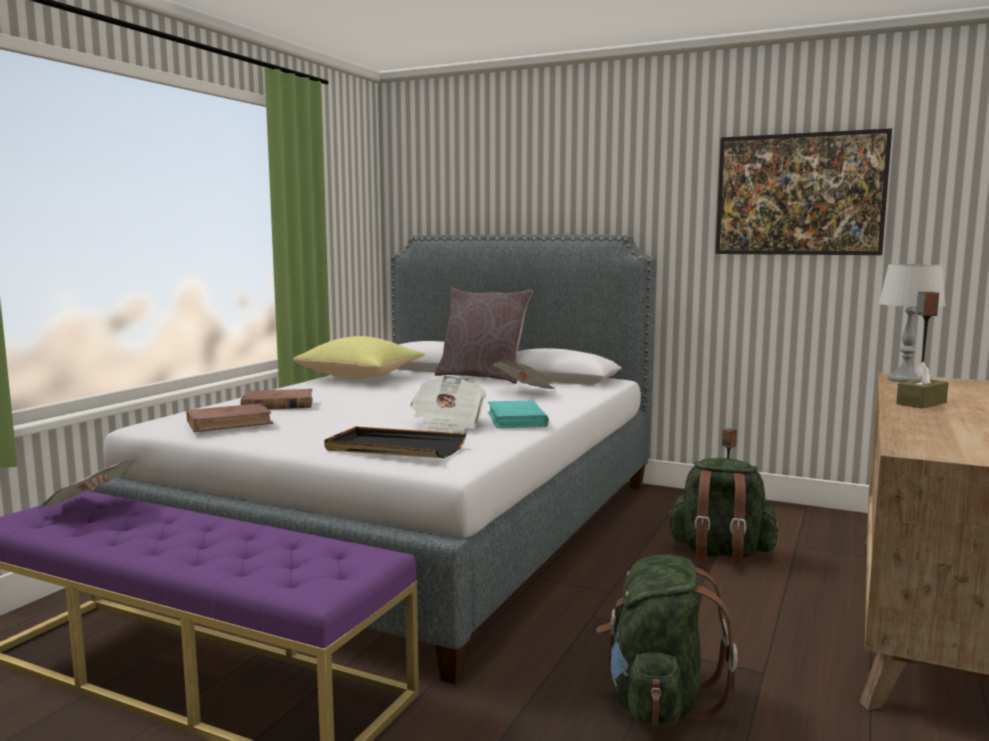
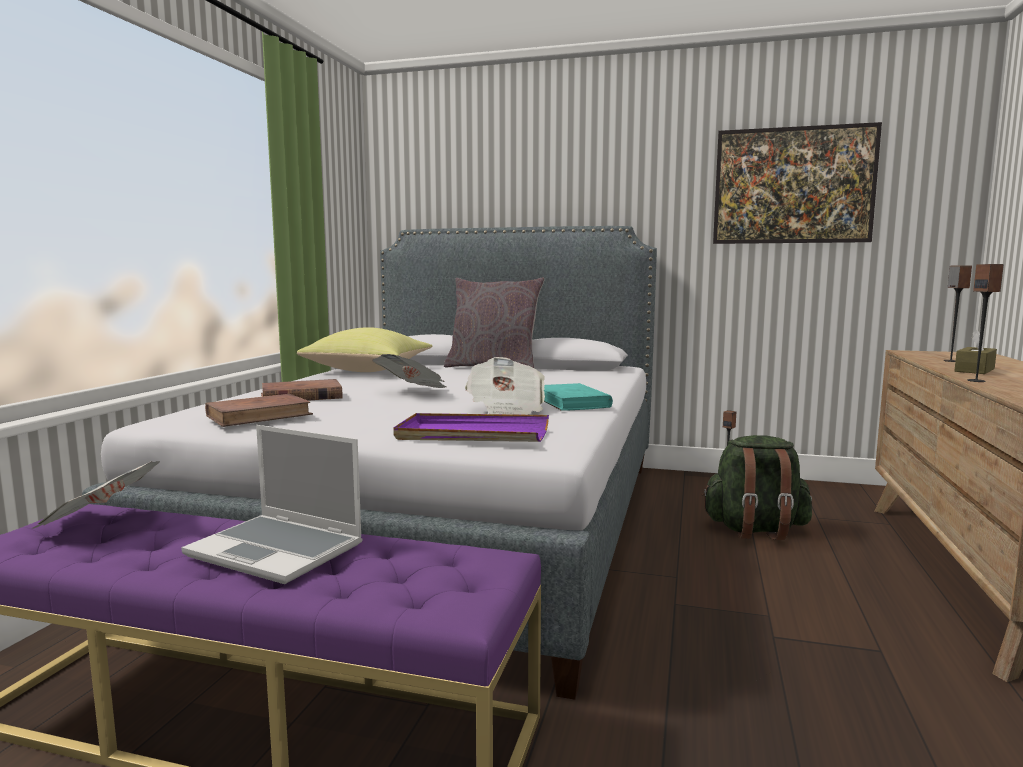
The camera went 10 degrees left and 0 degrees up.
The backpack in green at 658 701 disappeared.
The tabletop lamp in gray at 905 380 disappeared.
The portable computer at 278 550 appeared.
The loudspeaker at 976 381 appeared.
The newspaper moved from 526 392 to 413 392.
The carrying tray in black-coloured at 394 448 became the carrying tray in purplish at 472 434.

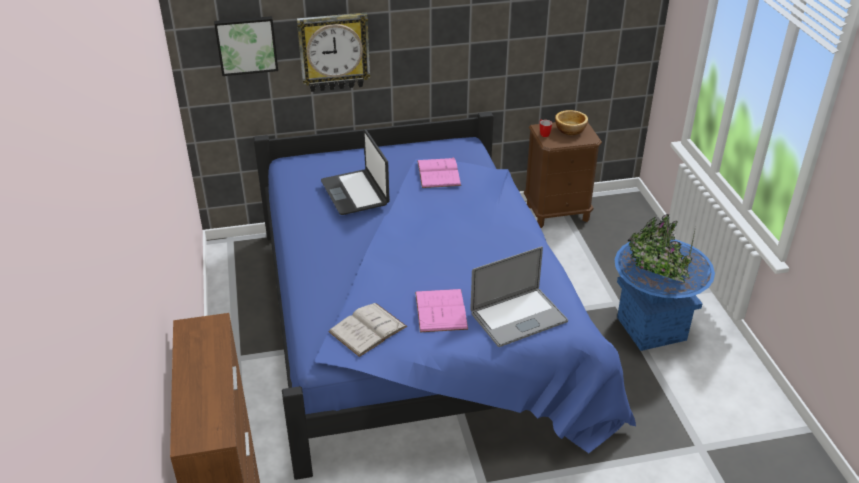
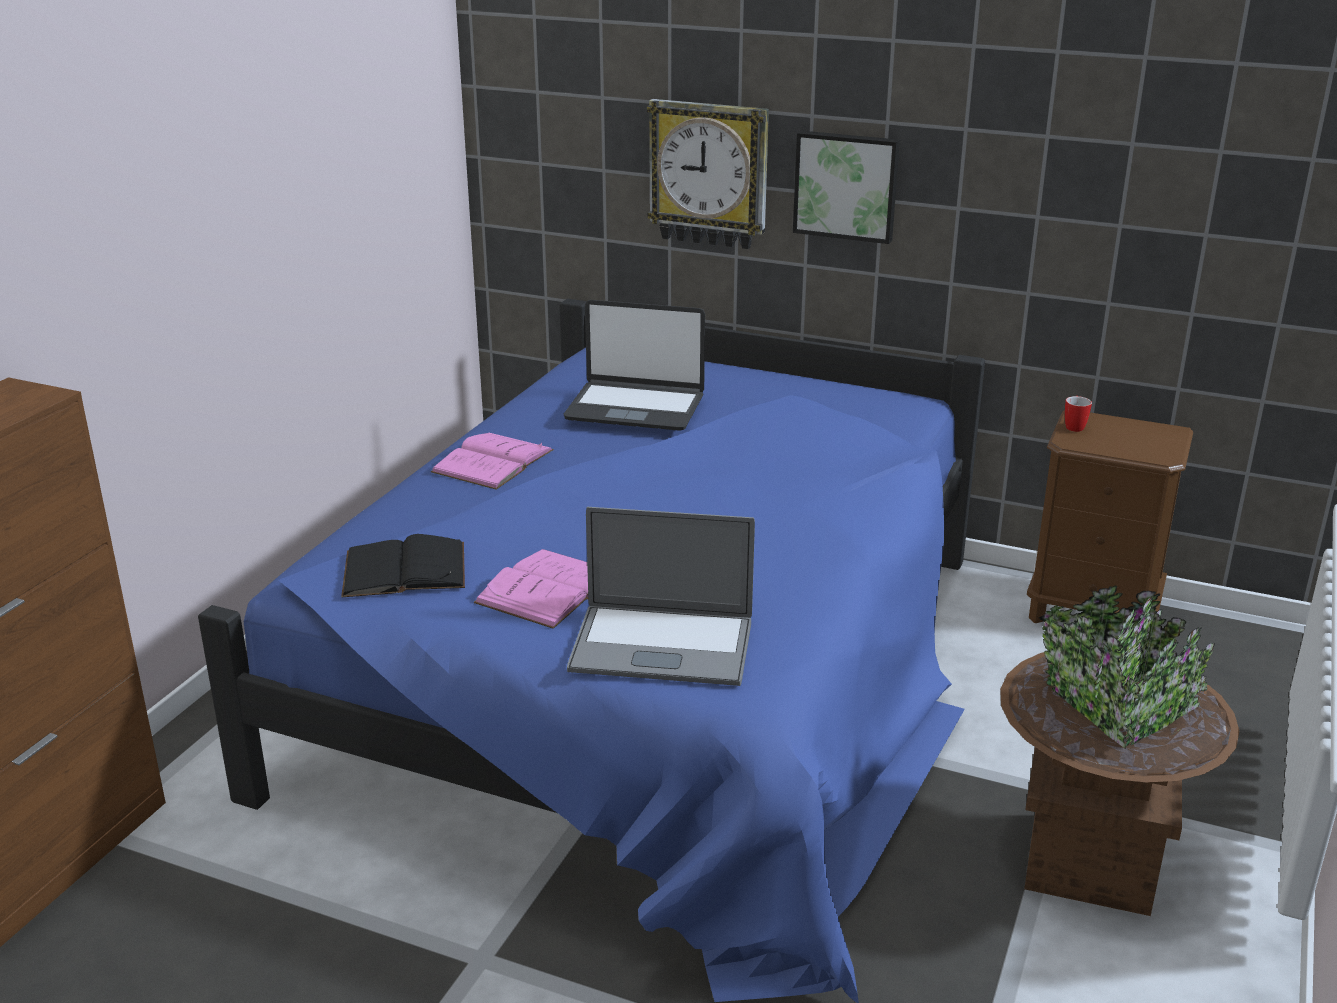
The camera went 35 degrees right and 10 degrees down.
The bowl at 570 130 disappeared.
The wall art moved from 246 45 to 846 185.
The book in pinkish moved from 438 173 to 493 461.
The book in whitish at 367 329 became the book in black-coloured at 404 569.
The plant pot in blue at 651 328 became the plant pot in brown at 1090 862.
The portable computer at 355 193 turned 90 degrees counterclockwise.

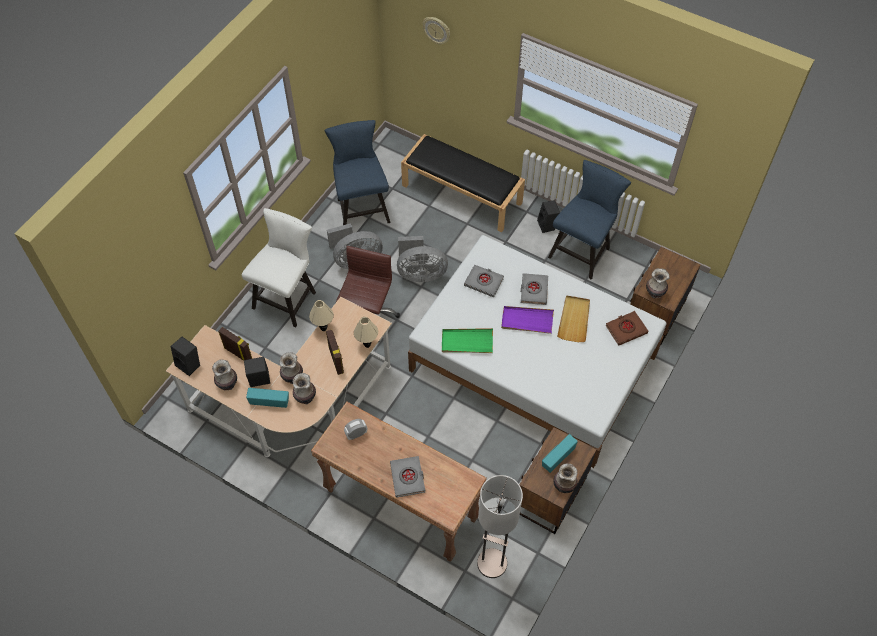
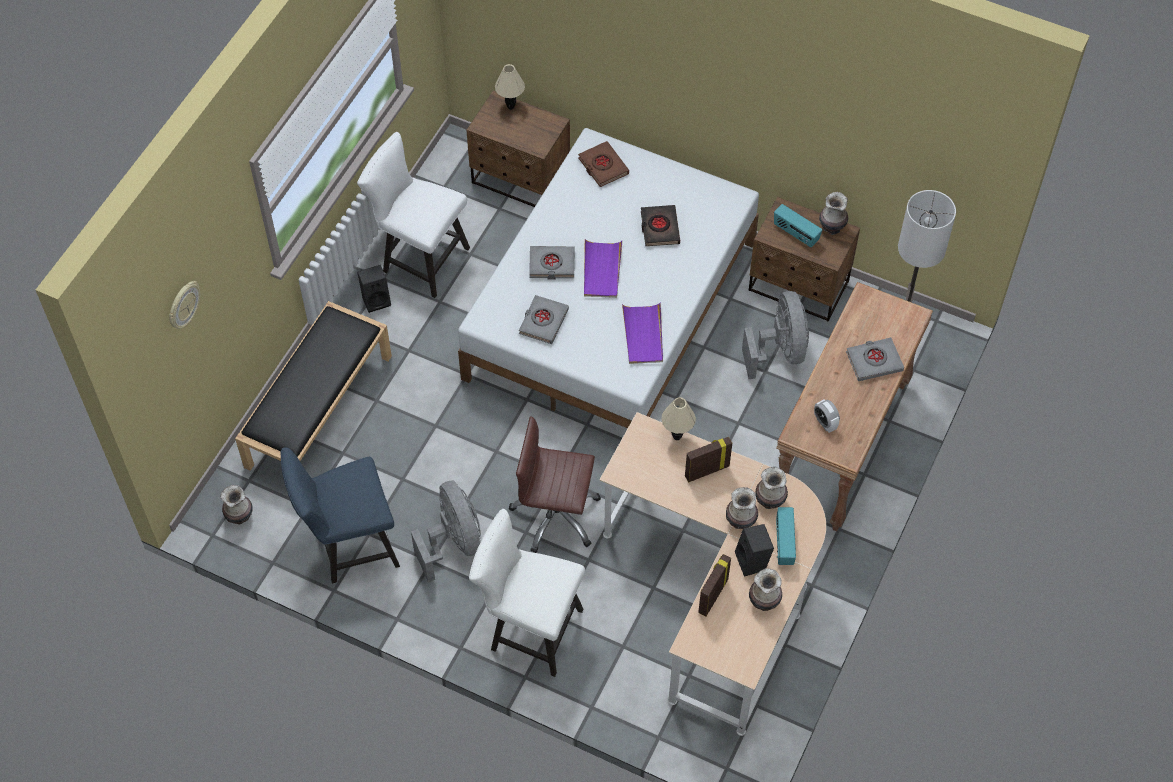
The camera went 95 degrees left and 0 degrees up.
The loudspeaker in black-coloured at 190 364 disappeared.
The carrying tray in sand-coloured at 574 320 disappeared.
The book in black-coloured at 659 228 appeared.
The tabletop lamp in sand-coloured moved from 324 328 to 510 106.
The electric fan in gray moved from 420 273 to 779 351.
The flower vase moved from 655 293 to 240 516.
The carrying tray in green at 467 342 became the carrying tray in purplish at 643 335.
The chair in blue at 582 250 became the chair in whitish at 420 258.

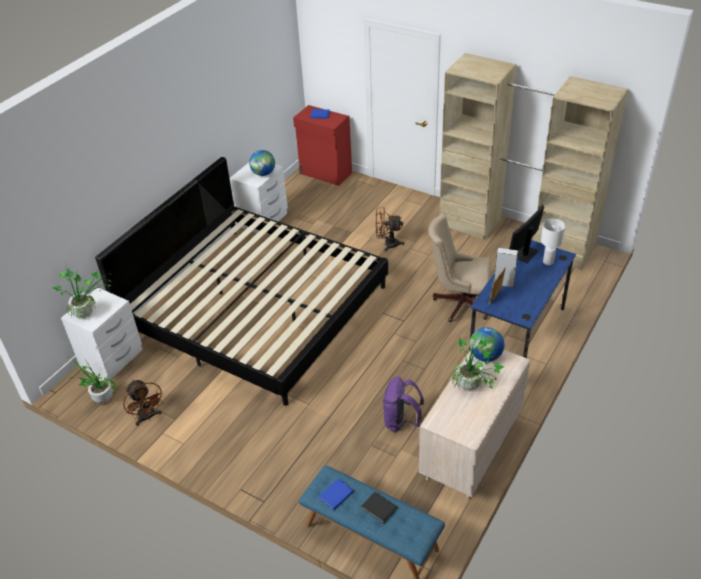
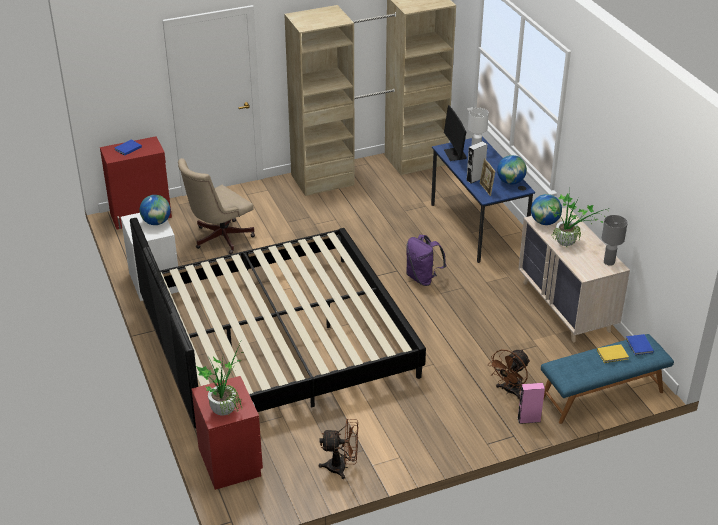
The camera went 55 degrees left and 5 degrees down.
The plant in a pot at 100 398 disappeared.
The world globe at 510 182 appeared.
The loudspeaker in pinkish at 529 419 appeared.
The tabletop lamp in gray at 608 262 appeared.
The book in blue moved from 335 495 to 639 346.
The electric fan in brown moved from 387 244 to 509 391.
The backpack in purplish moved from 401 421 to 423 278.
The computer chair in sand-coloured moved from 459 302 to 219 239.
The night table in whitish at 112 359 became the night table in reddish at 231 462.
The book in black-coloured at 379 509 became the book in yellow-coloured at 613 355.

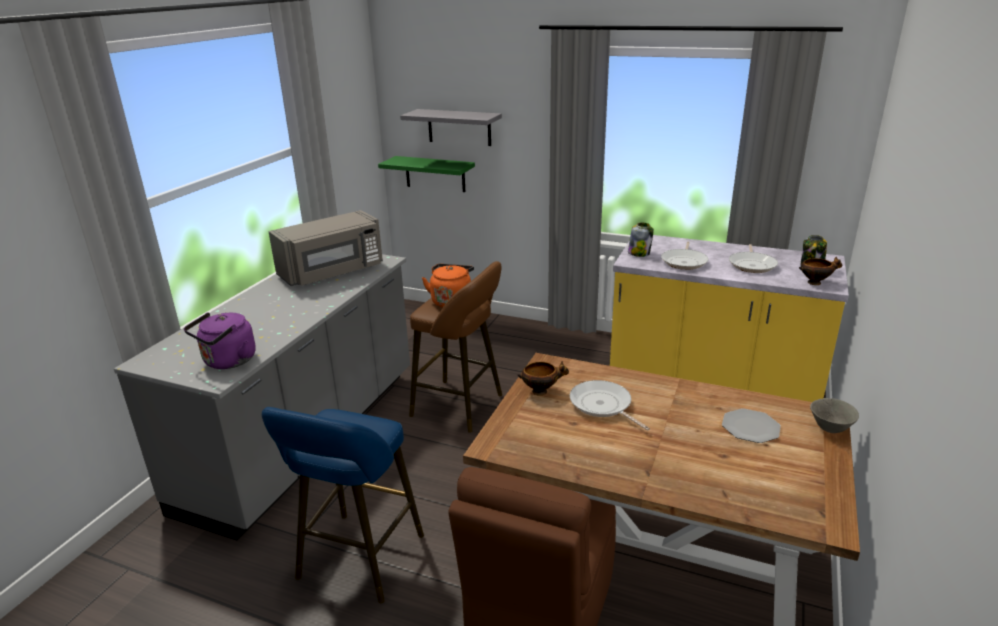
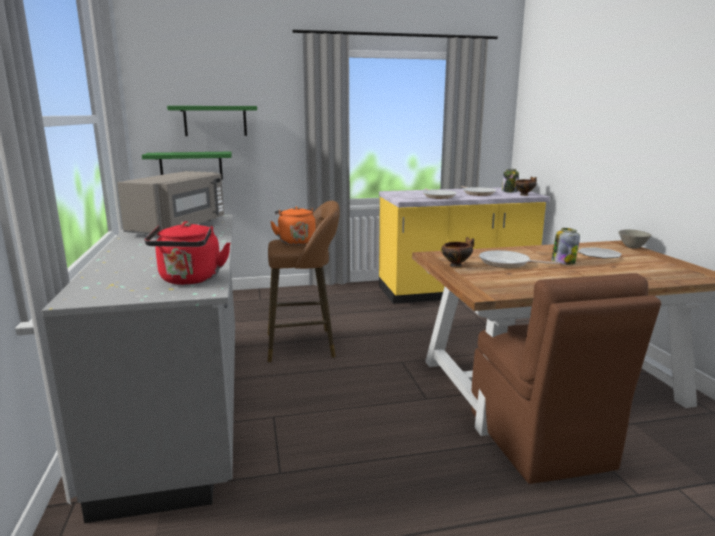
The camera went 35 degrees left and 10 degrees down.
The stool in blue at 357 561 disappeared.
The storage jar moved from 639 253 to 563 262.
The water kettle in purplish at 227 362 became the water kettle in reddish at 190 280.
The bracket shelf in gray at 459 127 became the bracket shelf in green at 215 121.

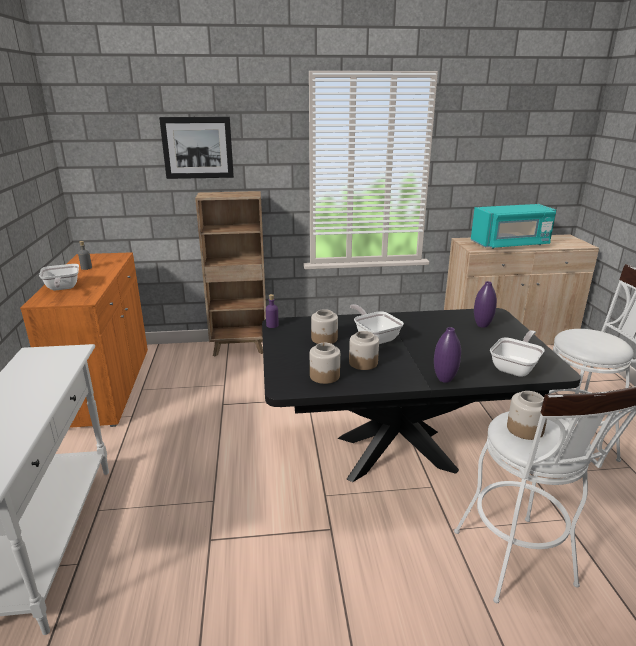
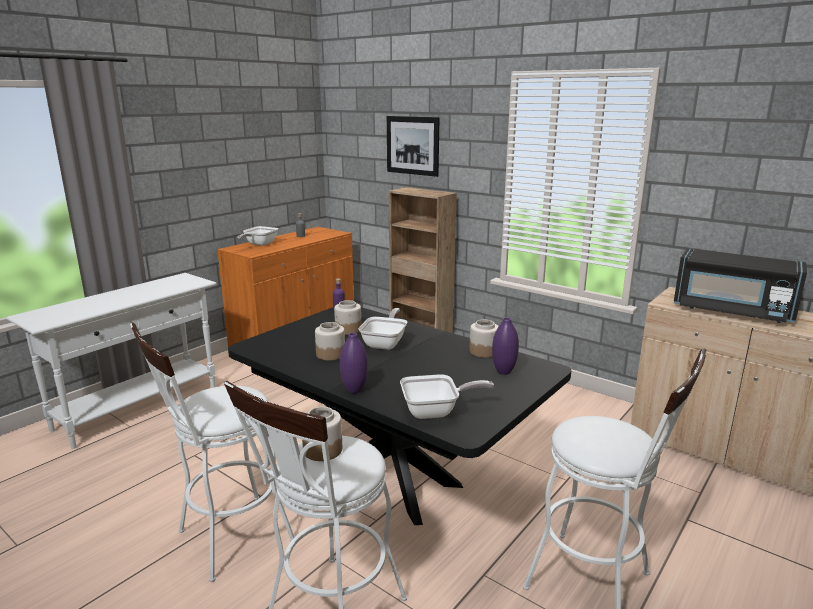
The camera went 45 degrees right and 5 degrees down.
The stool in whitish at 226 540 appeared.
The storage jar moved from 324 376 to 483 351.
The microwave in blue-green at 510 244 became the microwave in black-coloured at 732 311.

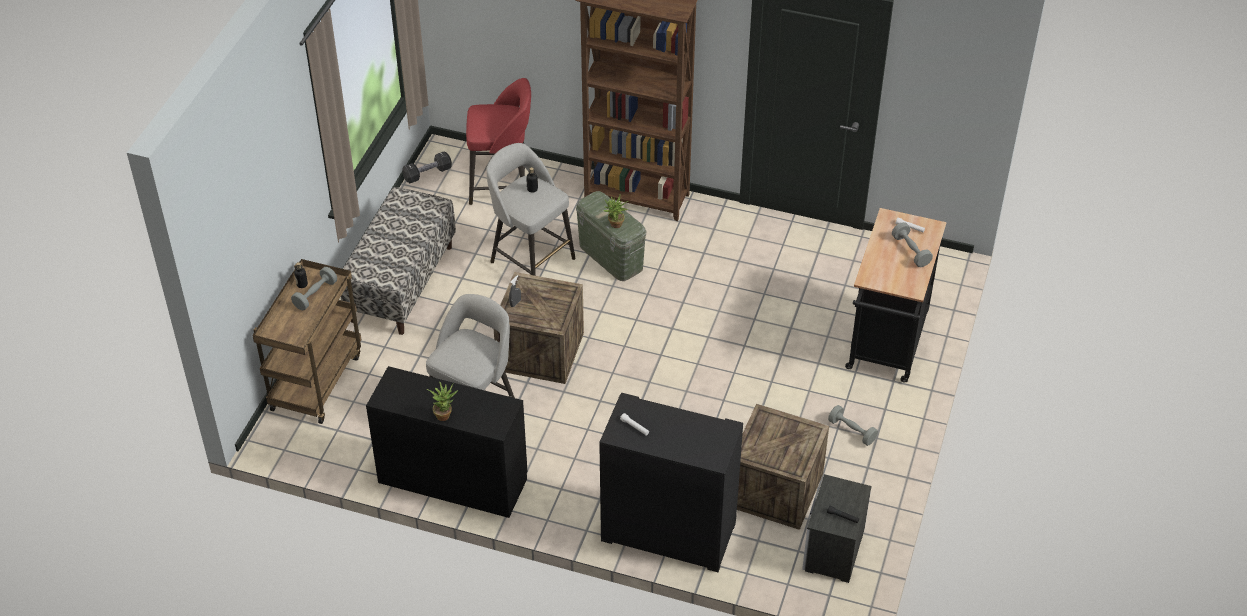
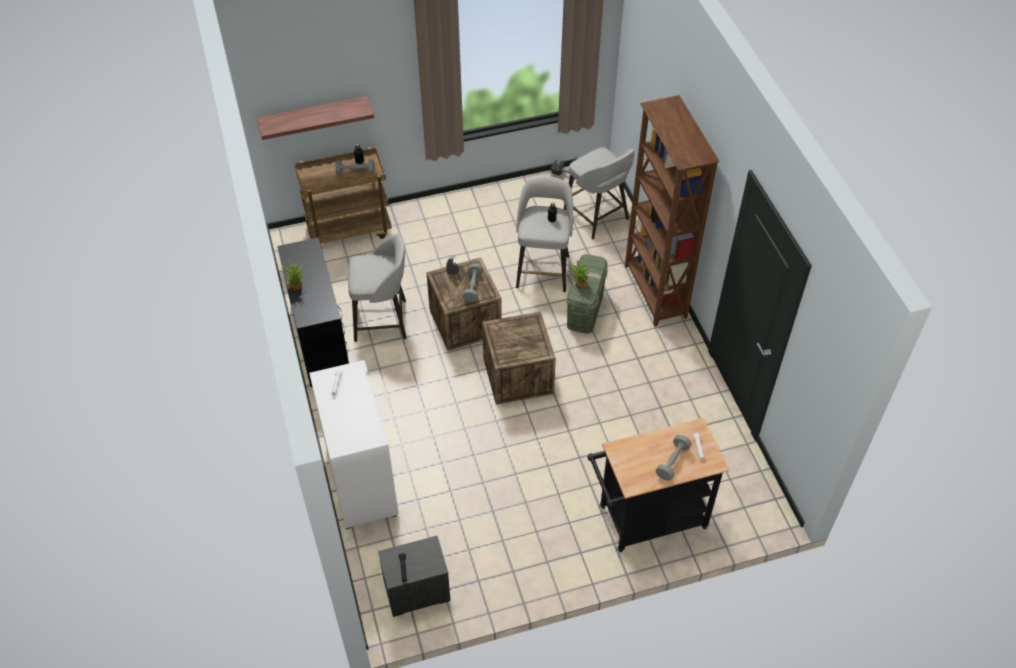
The camera went 55 degrees right and 5 degrees up.
The long seat at 401 283 disappeared.
The bracket shelf at 314 116 appeared.
The packing crate moved from 775 490 to 518 375.
The dumbbell in gray moved from 852 431 to 473 287.
The stool in reddish at 502 184 became the stool in gray at 597 217.
The storage cabinet in black-coloured at 667 532 became the storage cabinet in whitish at 360 480.

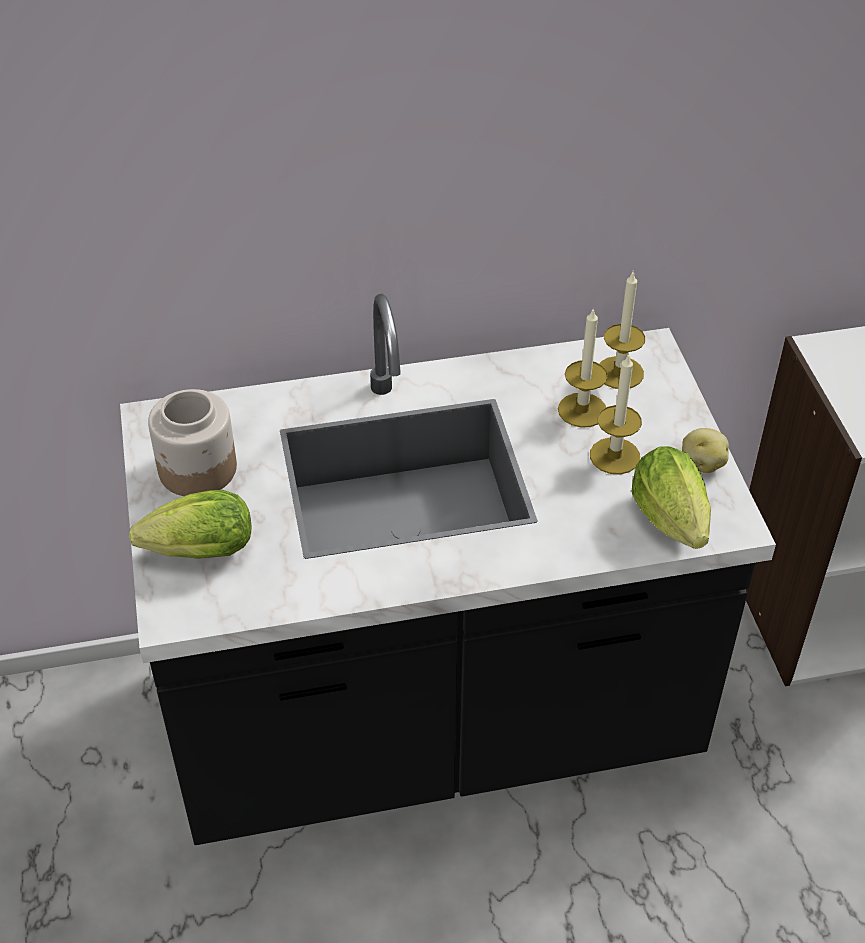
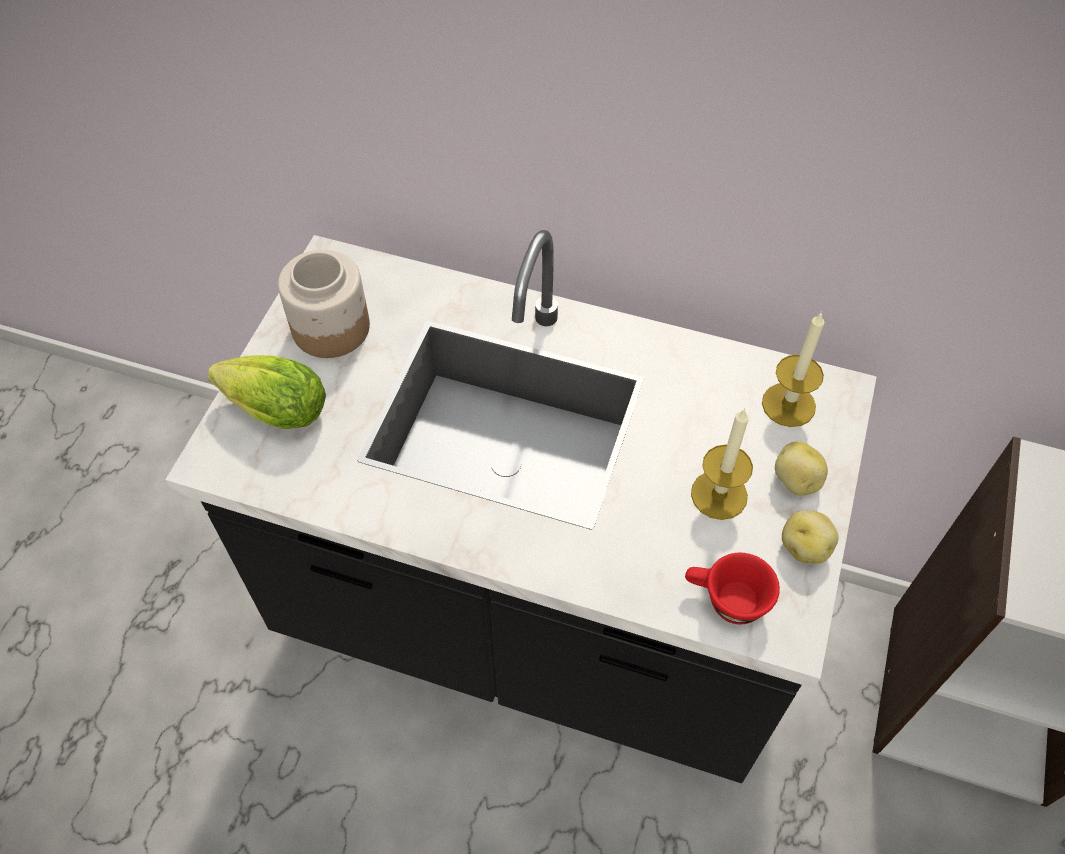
The camera went 30 degrees right and 10 degrees up.
The wax light at 582 410 disappeared.
The spud at 796 481 appeared.
The lettuce at 673 524 was replaced by the drinking cup in reddish at 725 600.

